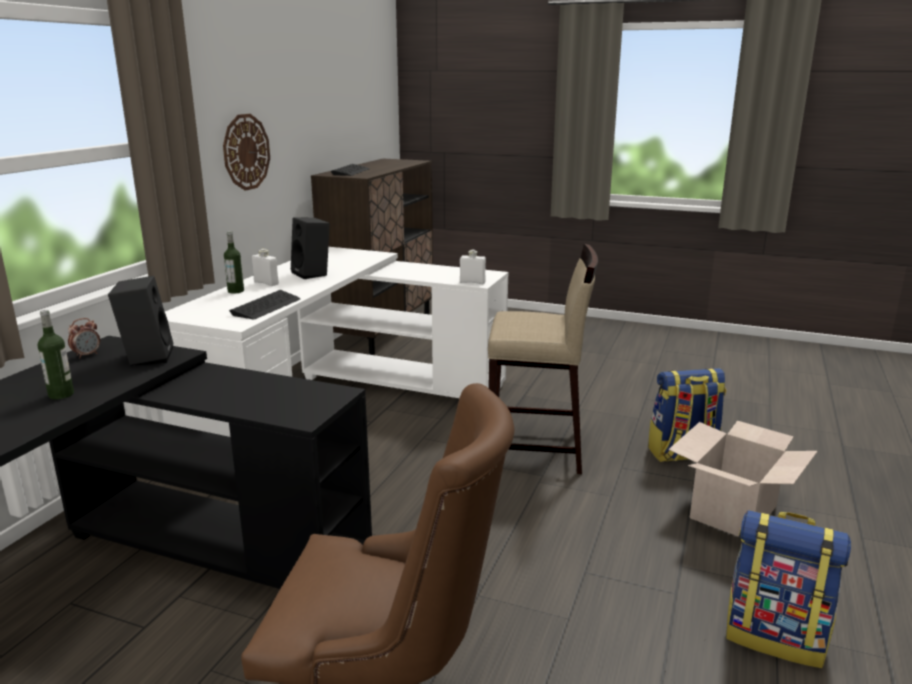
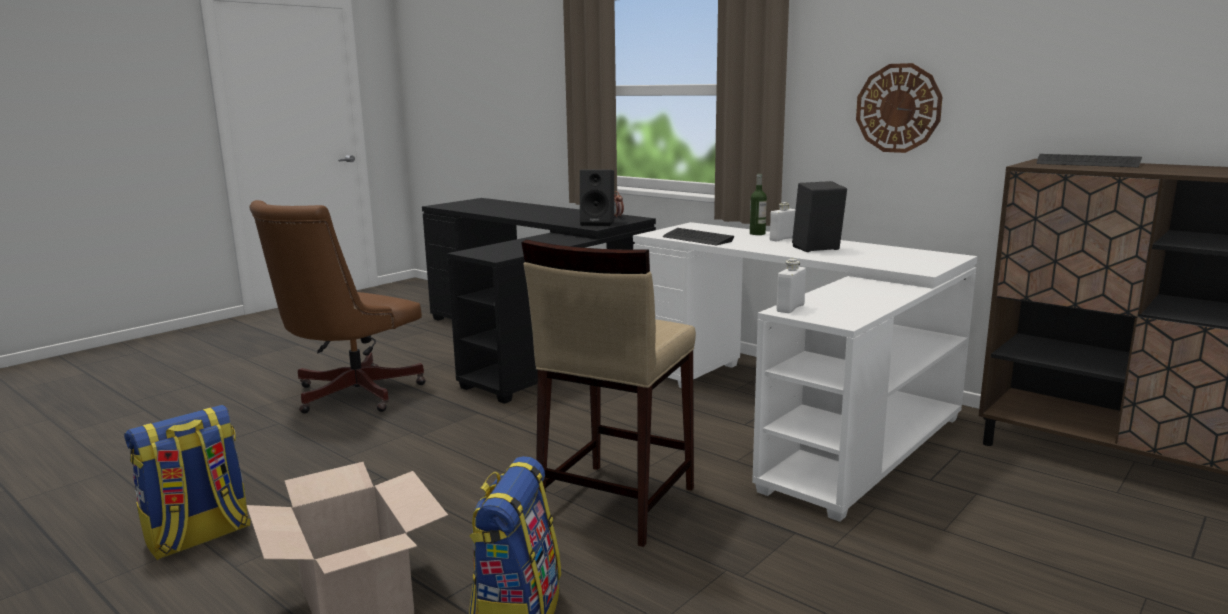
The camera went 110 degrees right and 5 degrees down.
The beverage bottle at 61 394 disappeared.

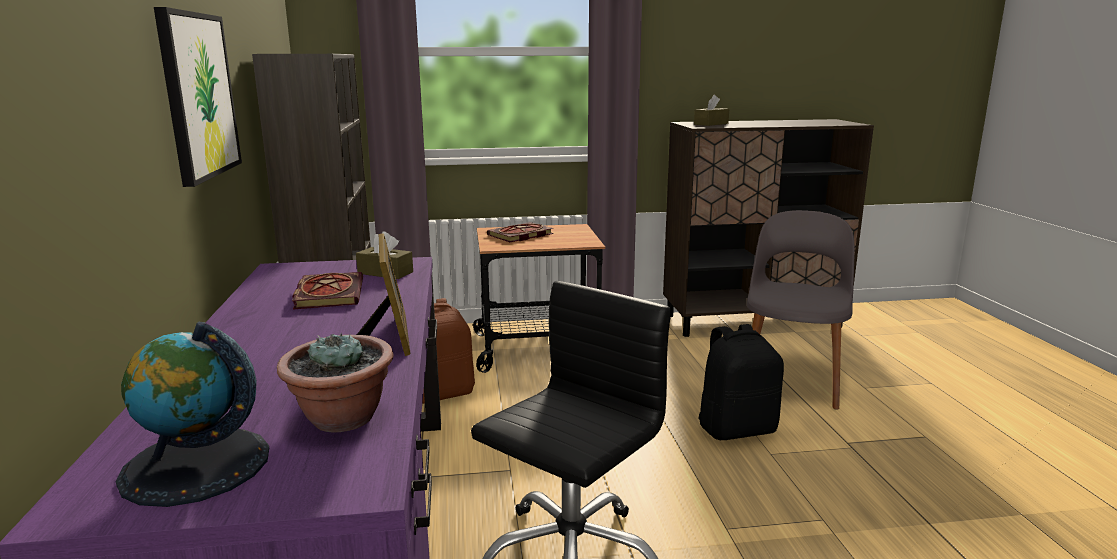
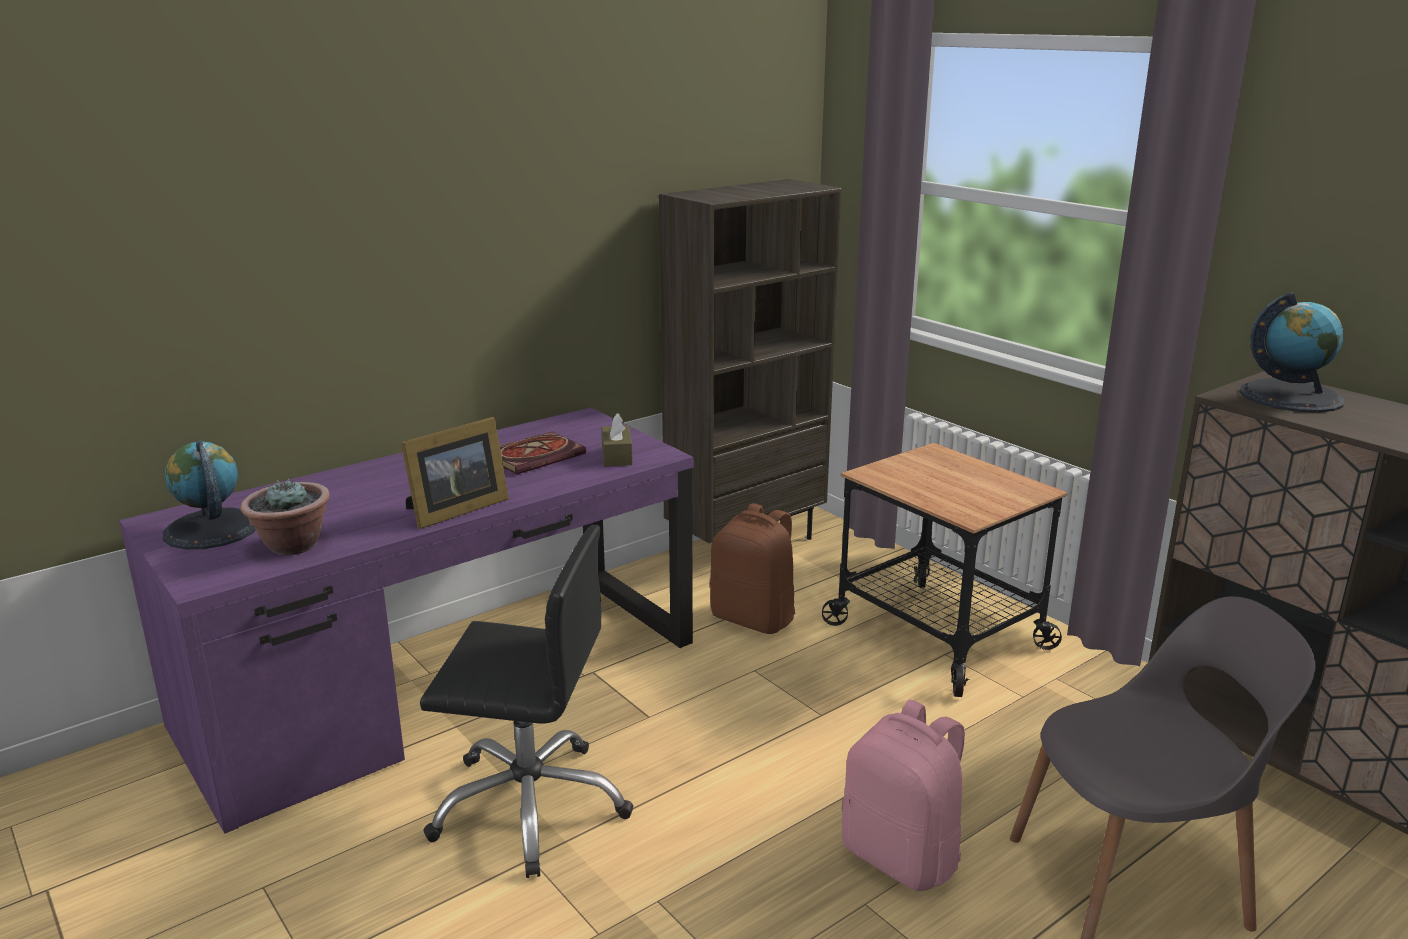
The camera went 60 degrees right and 5 degrees up.
The wall art at 198 95 disappeared.
The book at 520 235 disappeared.
The box of tissues in brown at 711 124 was replaced by the world globe at 1290 396.
The backpack in black-coloured at 737 429 became the backpack in pinkish at 902 857.

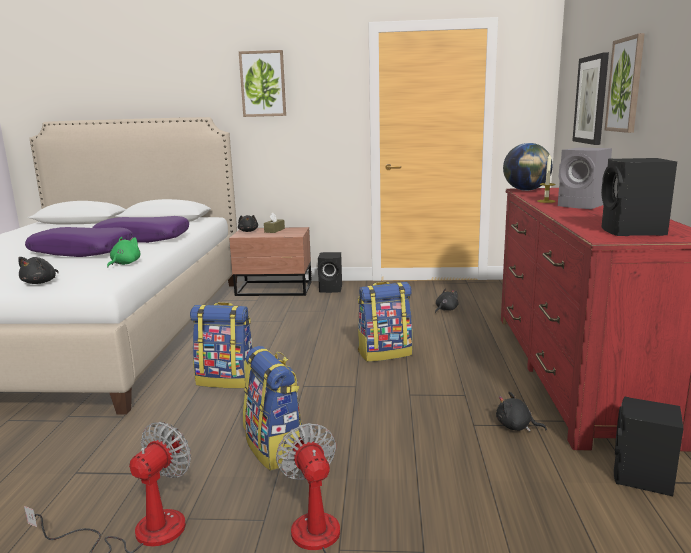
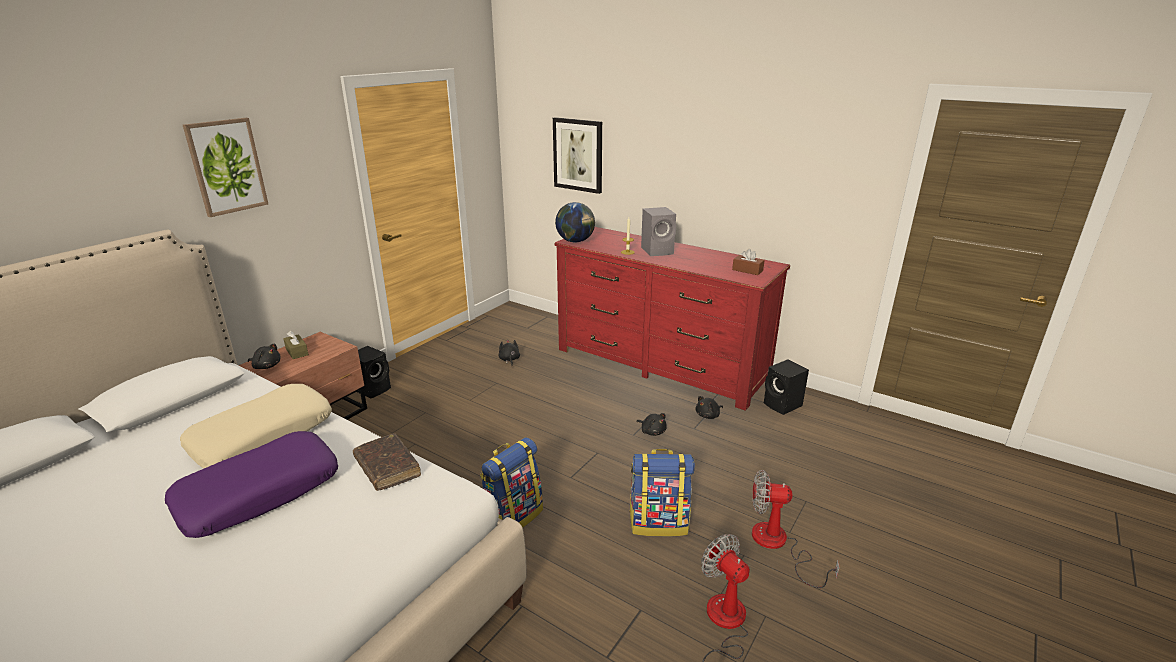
The camera went 60 degrees left and 10 degrees up.
The backpack at 385 353 disappeared.
The wall art at 625 85 disappeared.
The cuddly toy in black-coloured moved from 41 282 to 652 431.
The cuddly toy in green at 124 264 was replaced by the book in brown at 387 468.
The loudspeaker in black-coloured at 633 232 was replaced by the box of tissues in brown at 747 270.
The pillow in purplish at 143 238 became the pillow in sand-coloured at 262 436.

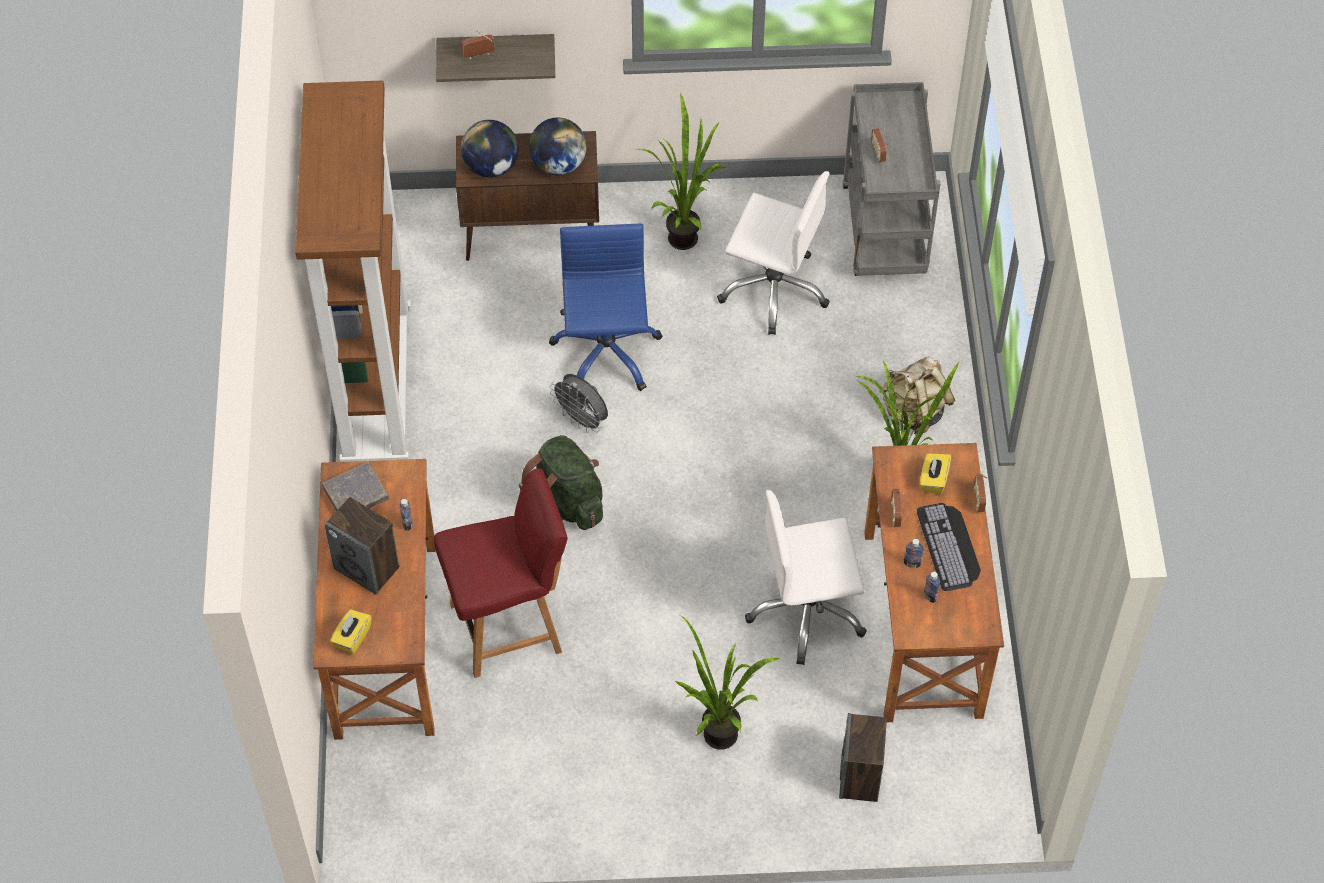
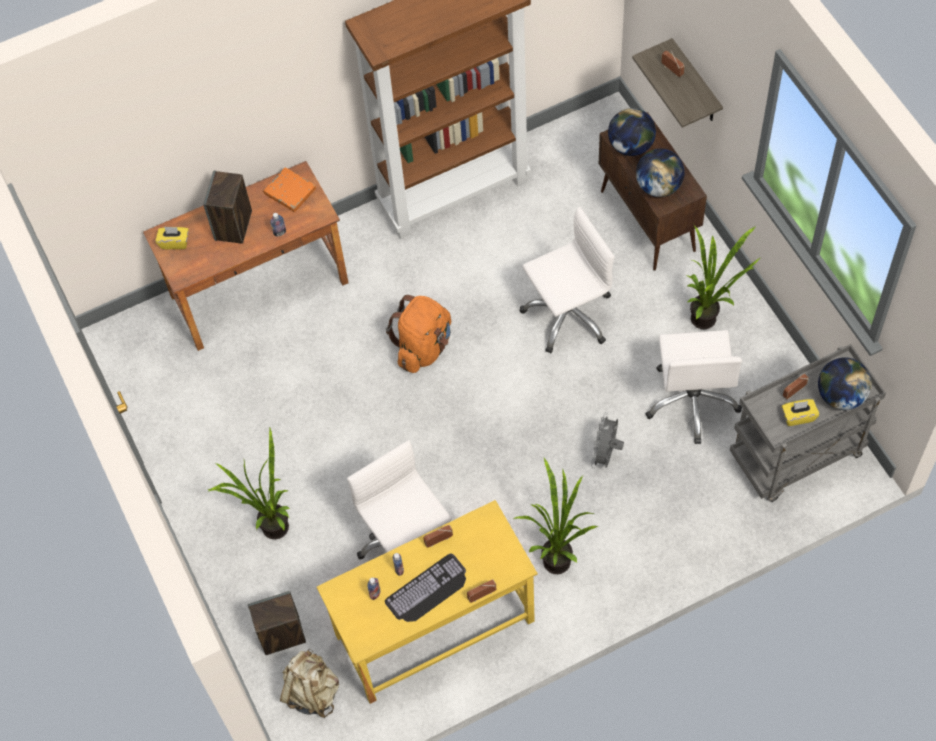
The camera went 70 degrees right and 5 degrees up.
The chair in reddish at 509 627 disappeared.
The world globe at 840 395 appeared.
The electric fan in gray moved from 582 420 to 606 454.
The backpack in sand-coloured moved from 914 412 to 312 692.
The box of tissues in yellow-coloured moved from 933 480 to 798 416.
The book in gray at 355 493 became the book in orangey at 290 191.
The backpack in green at 567 502 became the backpack in orangey at 423 347.
The computer chair in blue at 605 353 became the computer chair in whitish at 567 314.
The desk in brown at 923 624 became the desk in yellow-coloured at 435 628.

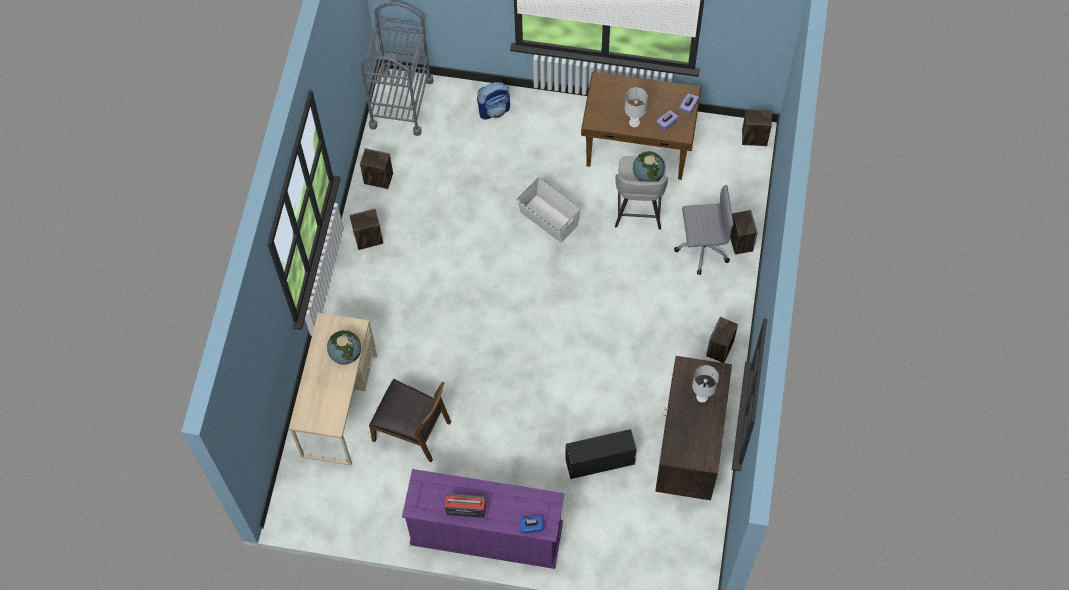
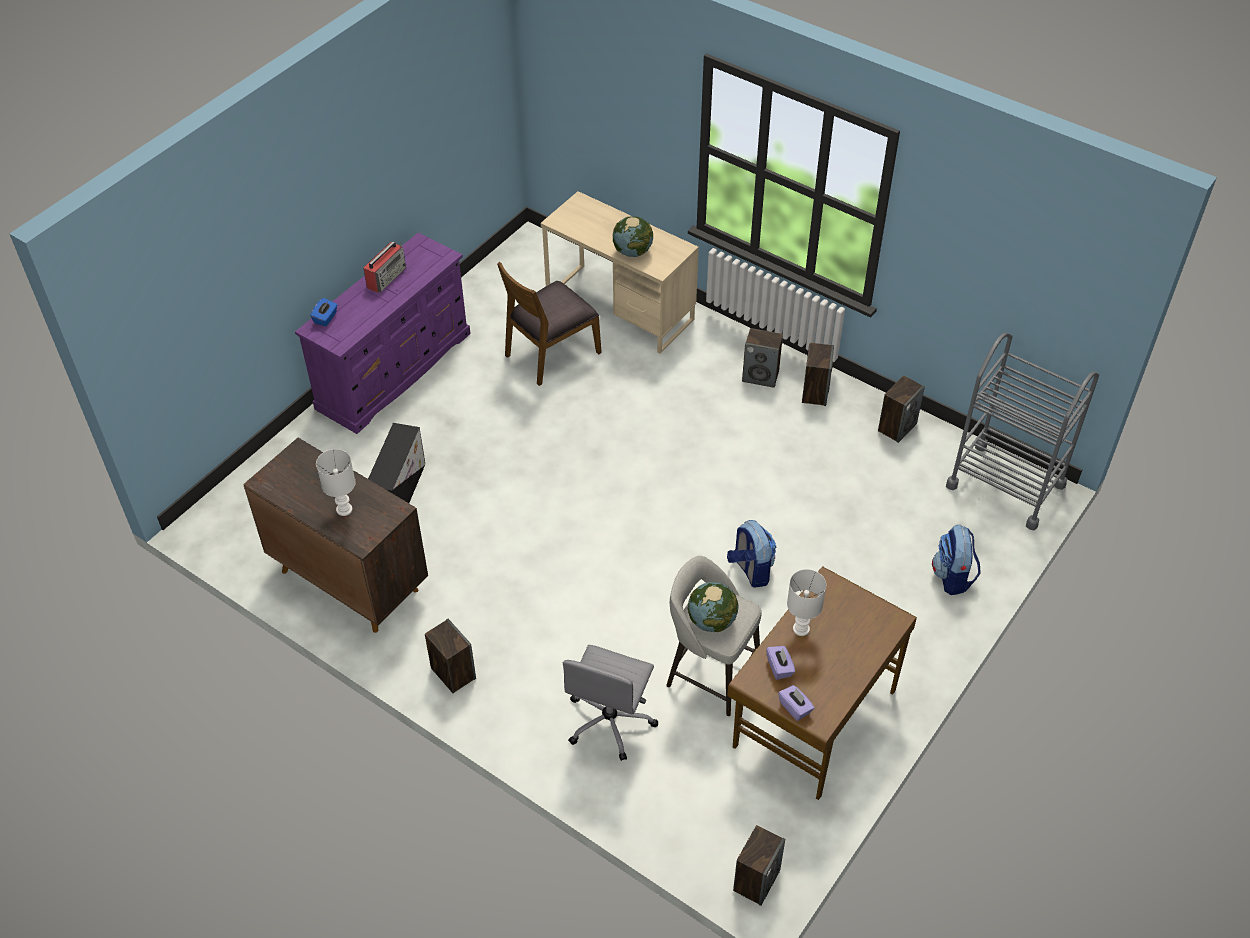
The camera went 115 degrees right and 15 degrees down.
The loudspeaker moved from 740 241 to 761 376.
The storage container in whitish at 548 219 was replaced by the backpack at 750 570.

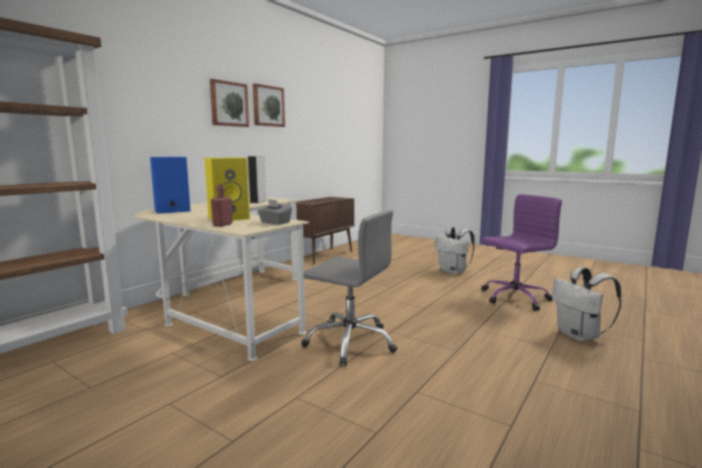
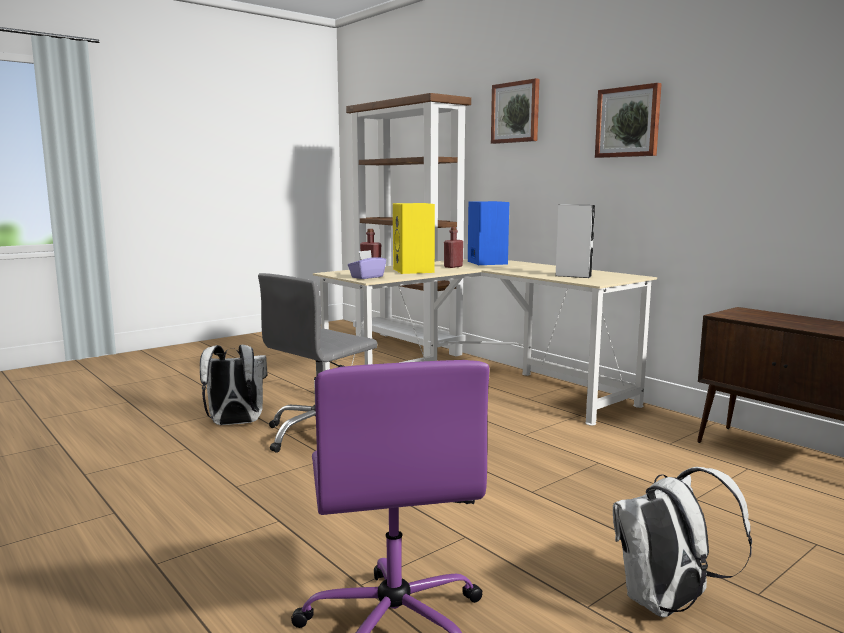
The camera went 105 degrees right and 0 degrees up.
The beverage bottle in reddish at 453 266 appeared.
The wall art moved from 268 106 to 516 112.
The backpack in whitish moved from 580 336 to 235 424.
The box of tissues in gray at 275 222 became the box of tissues in purplish at 367 277.

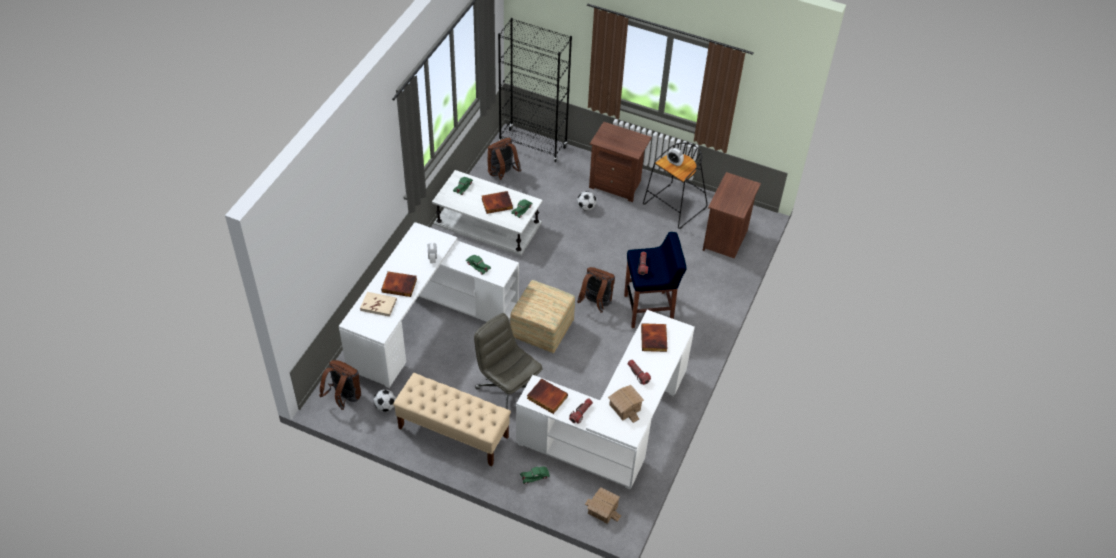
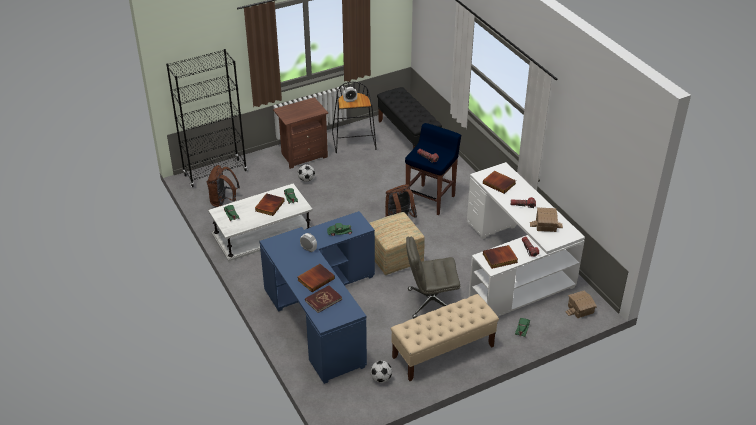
The camera went 50 degrees left and 10 degrees down.
The backpack in brown at 344 398 disappeared.
The night table in brown at 726 239 was replaced by the long seat in black-coloured at 408 136.
The desk in whitish at 426 321 became the desk in blue at 320 314.
The book in sand-coloured at 378 305 became the book in reddish at 323 300.

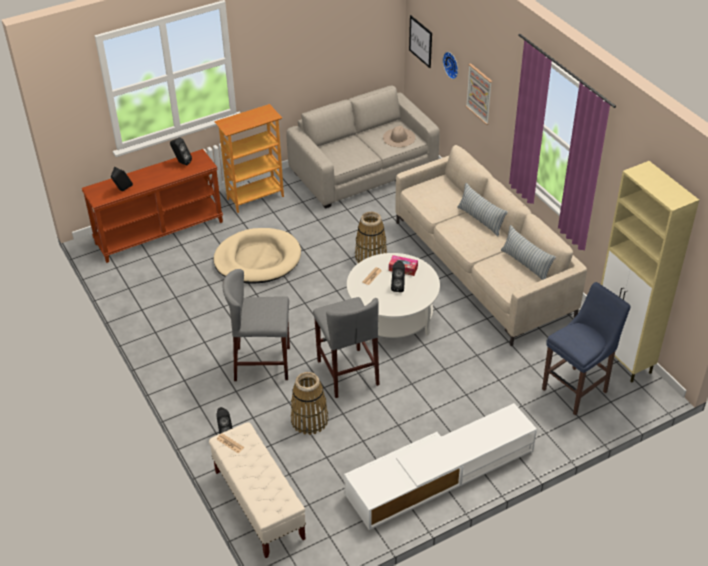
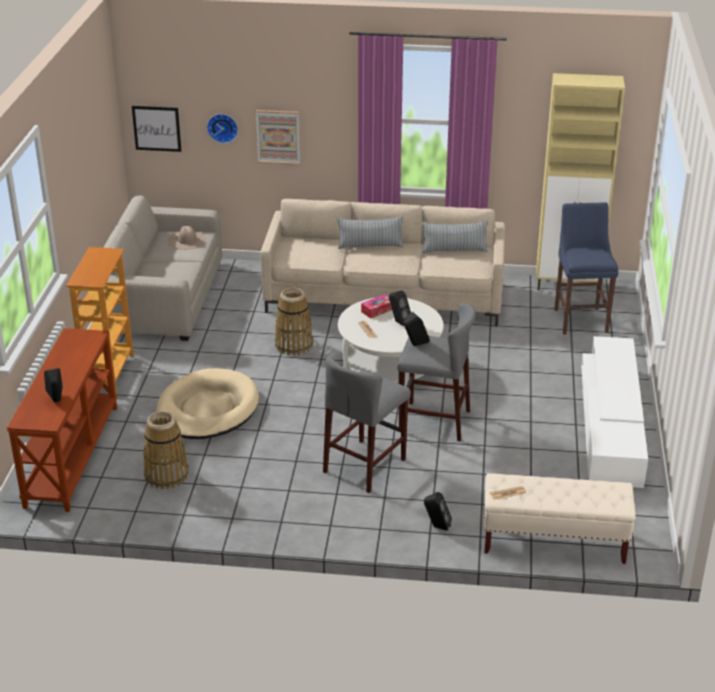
The camera went 55 degrees left and 10 degrees down.
The loudspeaker in black-coloured moved from 181 162 to 415 345.
The storage basket moved from 309 420 to 166 475.

